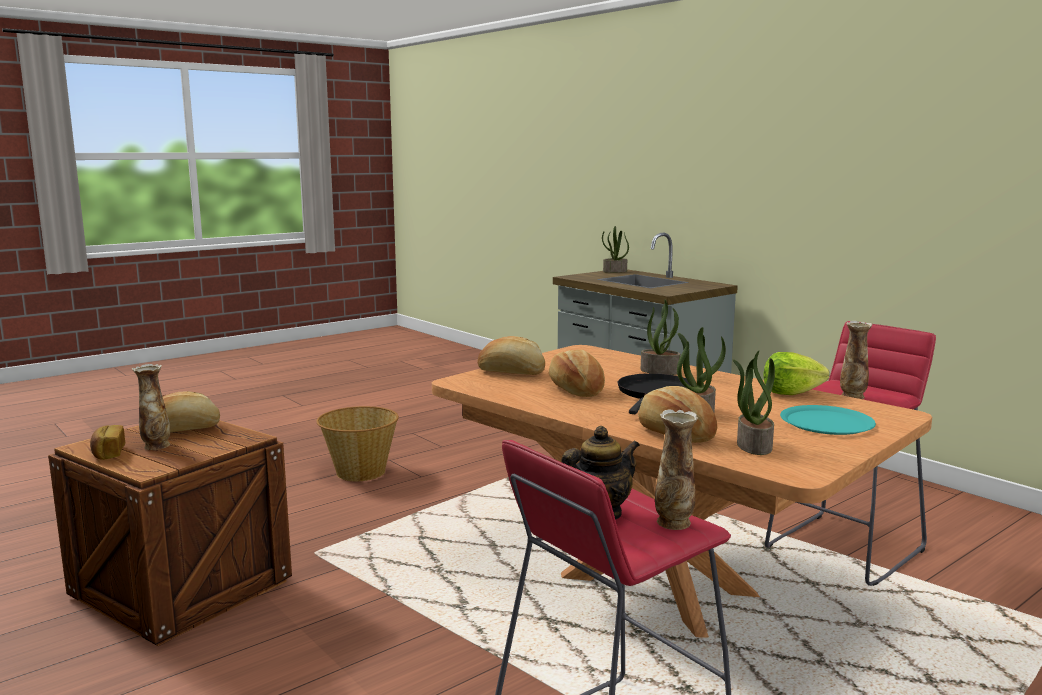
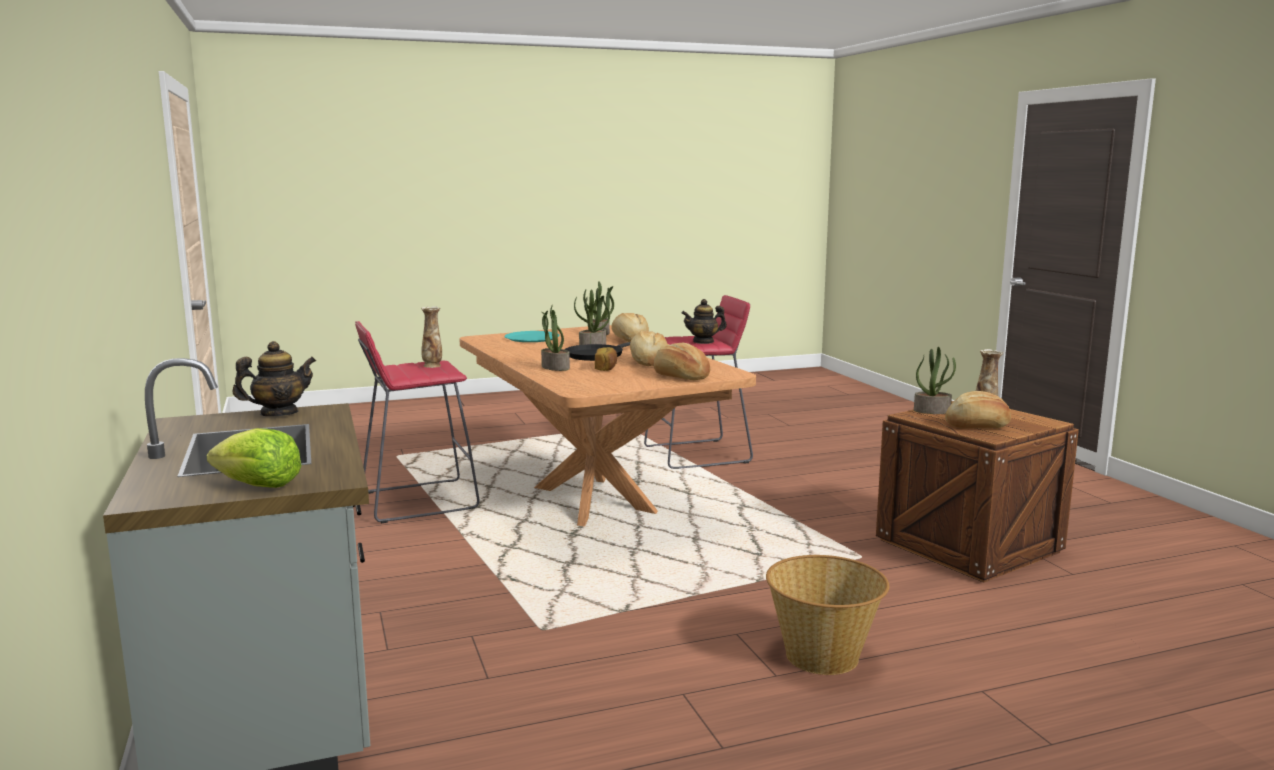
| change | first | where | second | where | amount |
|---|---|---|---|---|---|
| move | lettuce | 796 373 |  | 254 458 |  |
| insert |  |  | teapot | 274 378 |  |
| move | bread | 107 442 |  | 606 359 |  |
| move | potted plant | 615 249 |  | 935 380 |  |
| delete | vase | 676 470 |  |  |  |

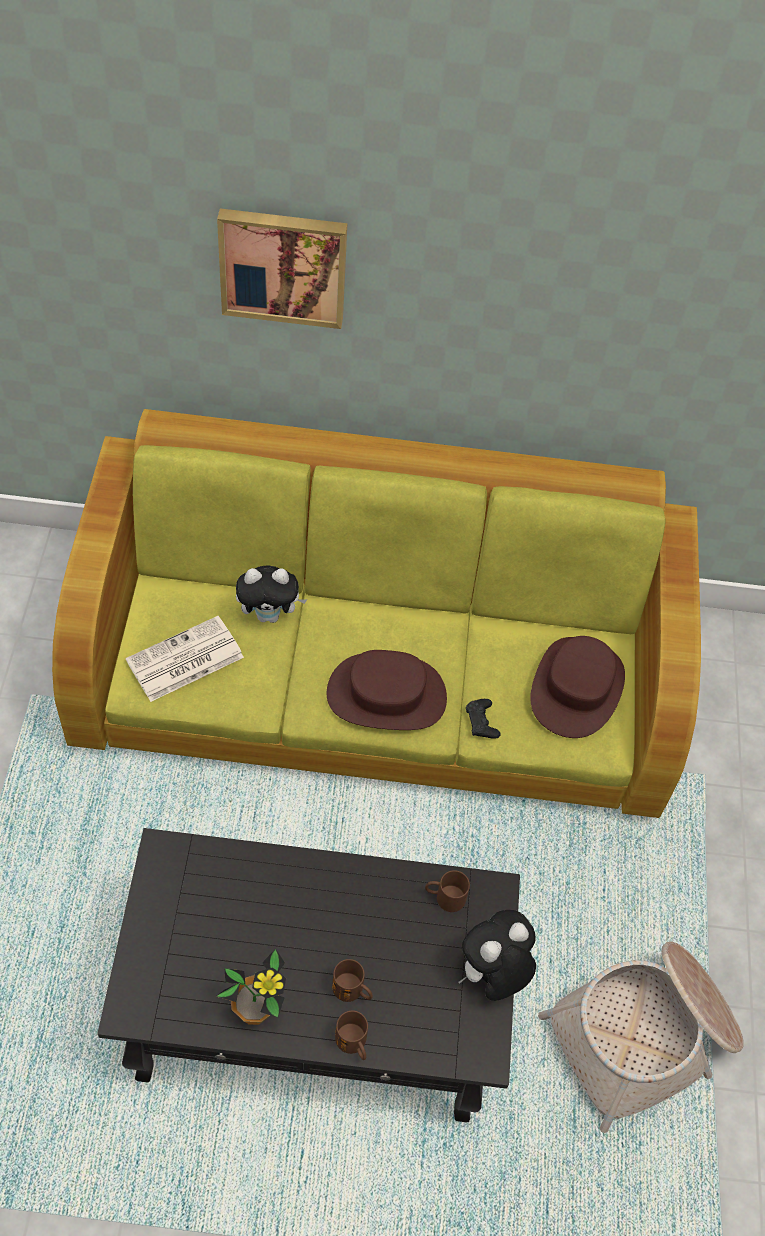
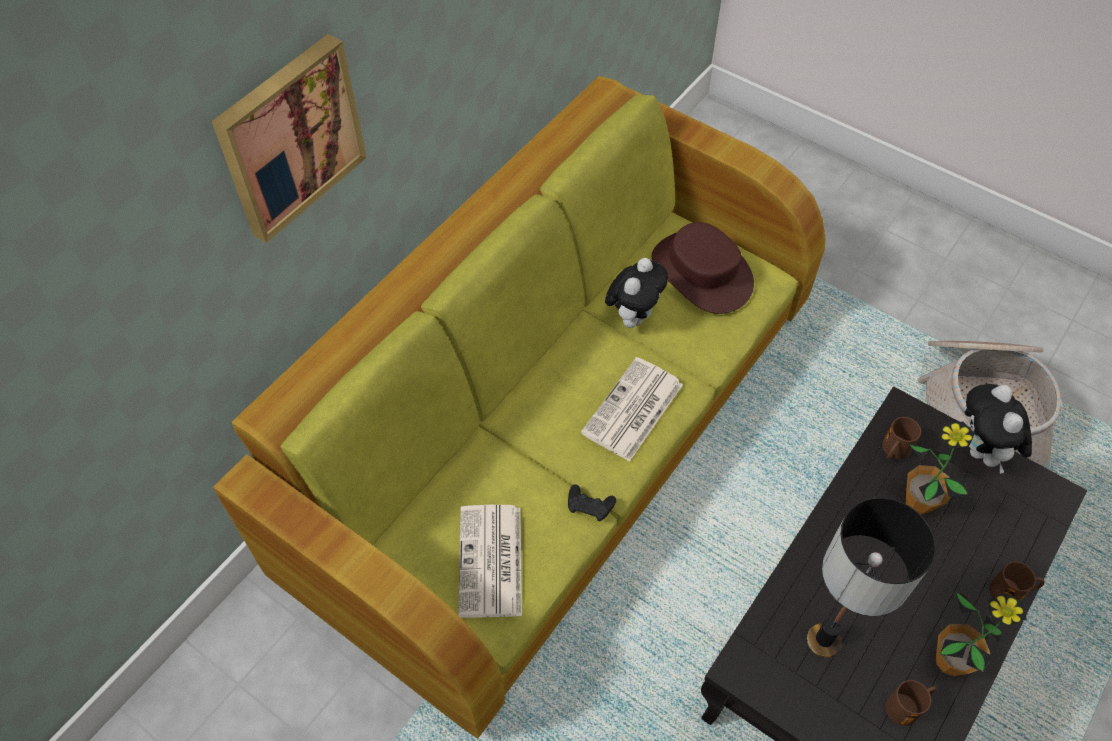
| change | first | where | second | where | amount |
|---|---|---|---|---|---|
| move | black game controller | 483 719 |  | 592 502 |  |
| replace | brown hat | 387 690 | newspaper | 632 409 |  |
| move | plush toy | 271 594 |  | 636 293 |  |
| insert |  |  | table lamp | 871 577 |  |
| move | brown mug | 352 980 |  | 911 703 |  |
| insert |  |  | potted plant | 940 468 |  |

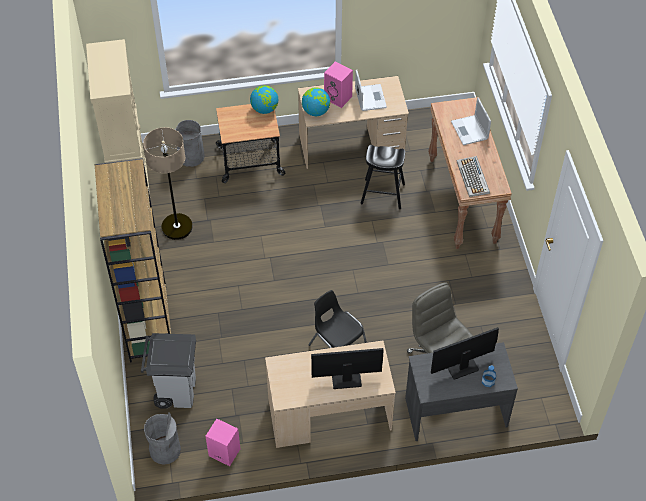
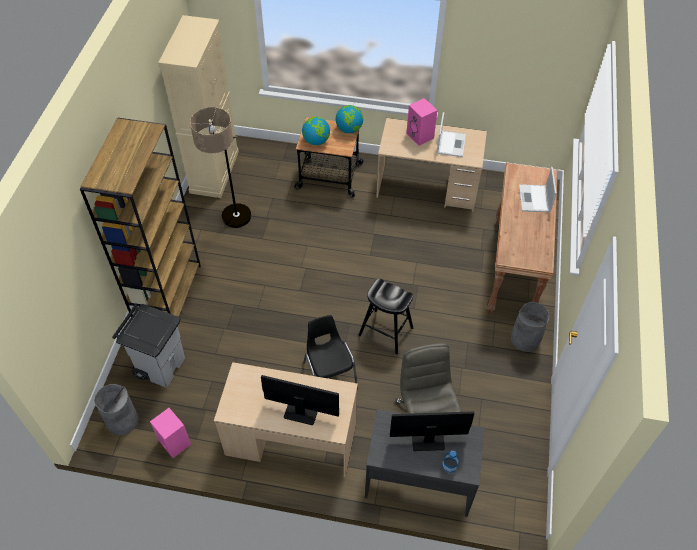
| change | first | where | second | where | amount |
|---|---|---|---|---|---|
| move | globe | 316 101 |  | 316 131 |  |
| move | black stool | 382 177 |  | 385 316 |  |
| move | grey trash can | 190 143 |  | 529 327 |  |
| delete | keyboard | 473 176 |  |  |  |

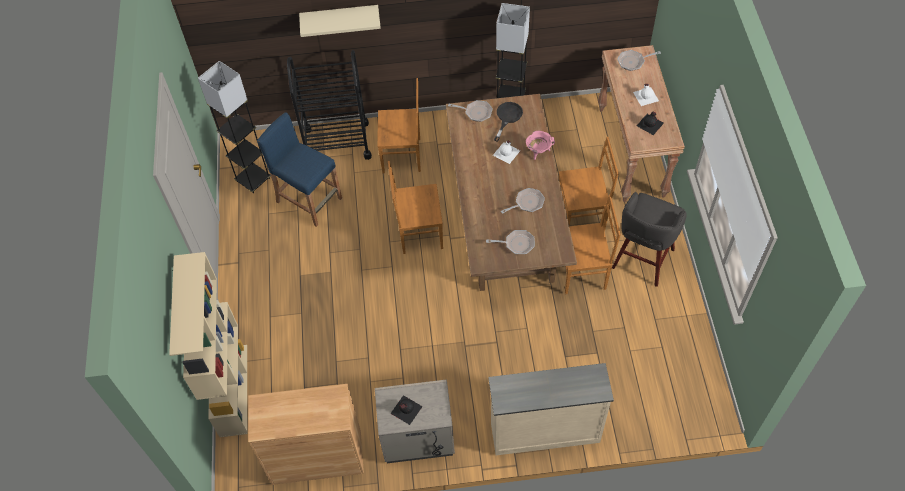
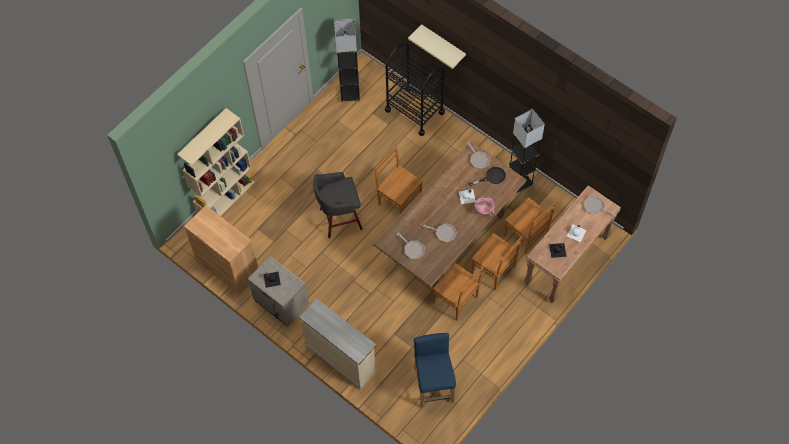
| change | first | where | second | where | amount |
|---|---|---|---|---|---|
| move | grey stool | 649 239 |  | 338 205 |  |
| move | blue stool | 299 169 |  | 435 370 |  |
| move | brown chair | 399 125 |  | 530 226 |  |

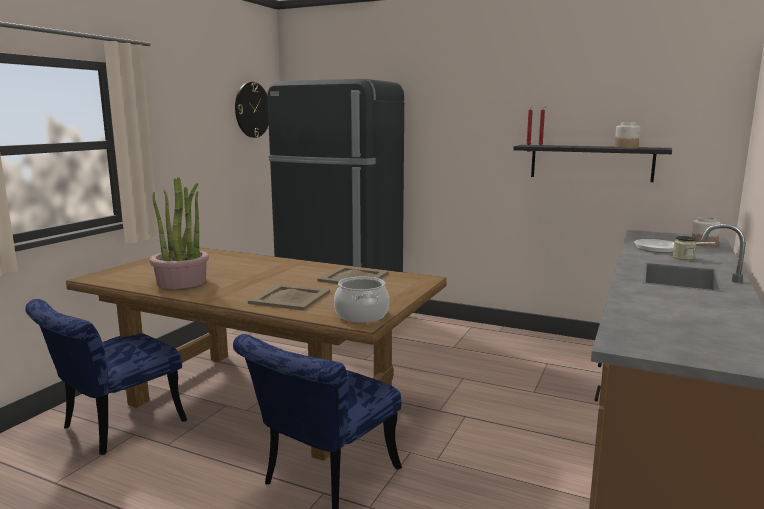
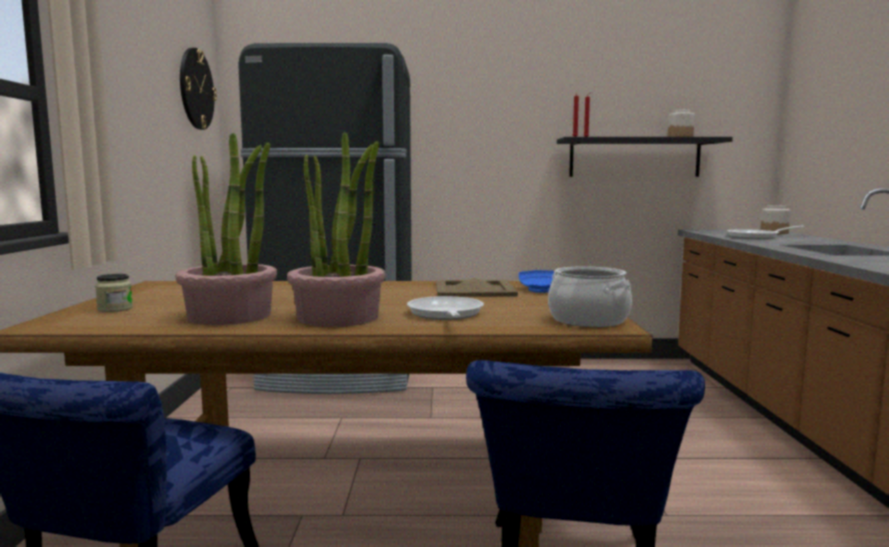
| change | first | where | second | where | amount |
|---|---|---|---|---|---|
| move | jar | 684 248 |  | 114 293 |  |
| insert |  |  | potted plant | 336 229 |  |
| replace | beige tray | 289 297 | frying pan | 445 308 |  |
| insert |  |  | blue plate | 536 281 |  |

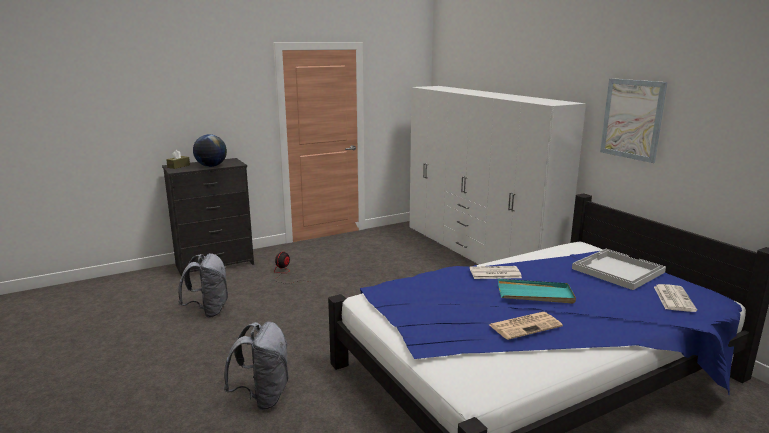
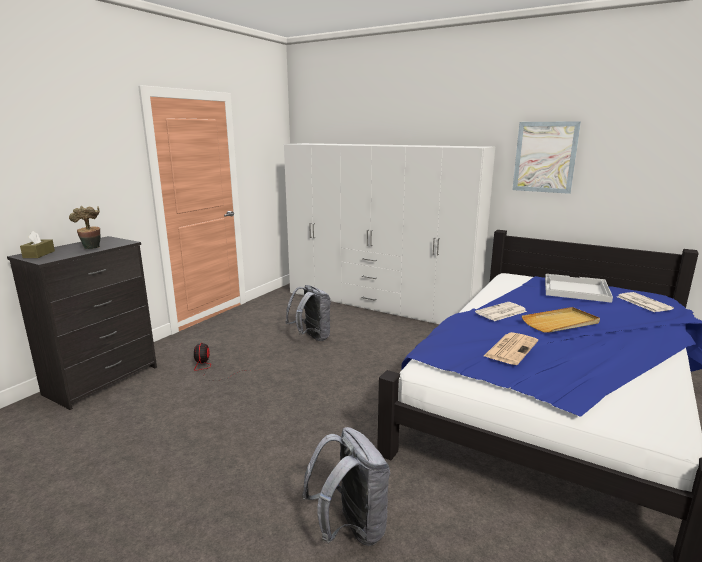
| change | first | where | second | where | amount |
|---|---|---|---|---|---|
| replace | globe | 210 150 | potted plant | 84 227 |  |
| move | grey backpack | 203 285 |  | 308 313 |  |
| move | newspaper | 526 326 |  | 511 348 |  |
| recolor | turquoise tray | 537 291 | beige tray | 561 320 |  |

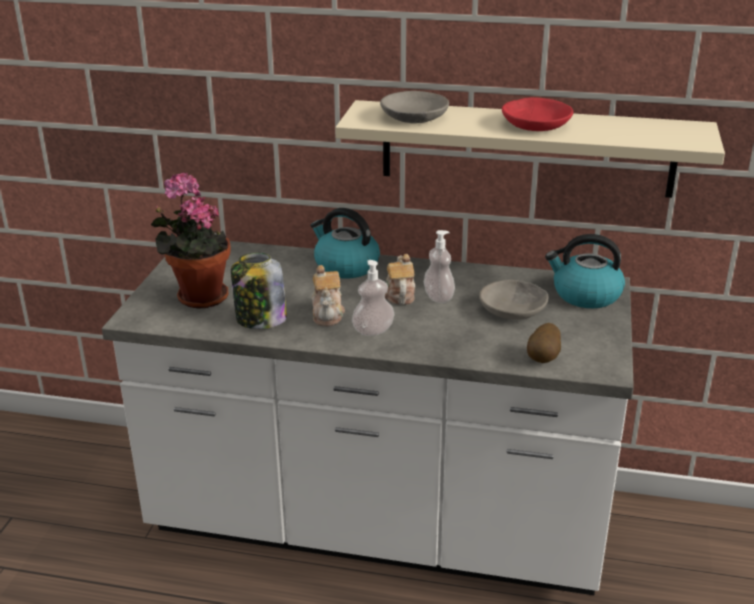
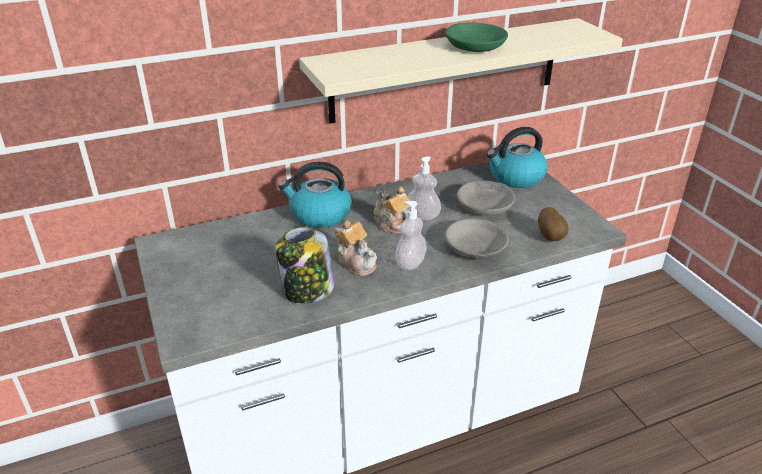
| change | first | where | second | where | amount |
|---|---|---|---|---|---|
| recolor | red bowl | 537 114 | green bowl | 476 37 |  |
| move | grey bowl | 414 107 |  | 477 239 |  |
| delete | potted plant | 190 241 |  |  |  |

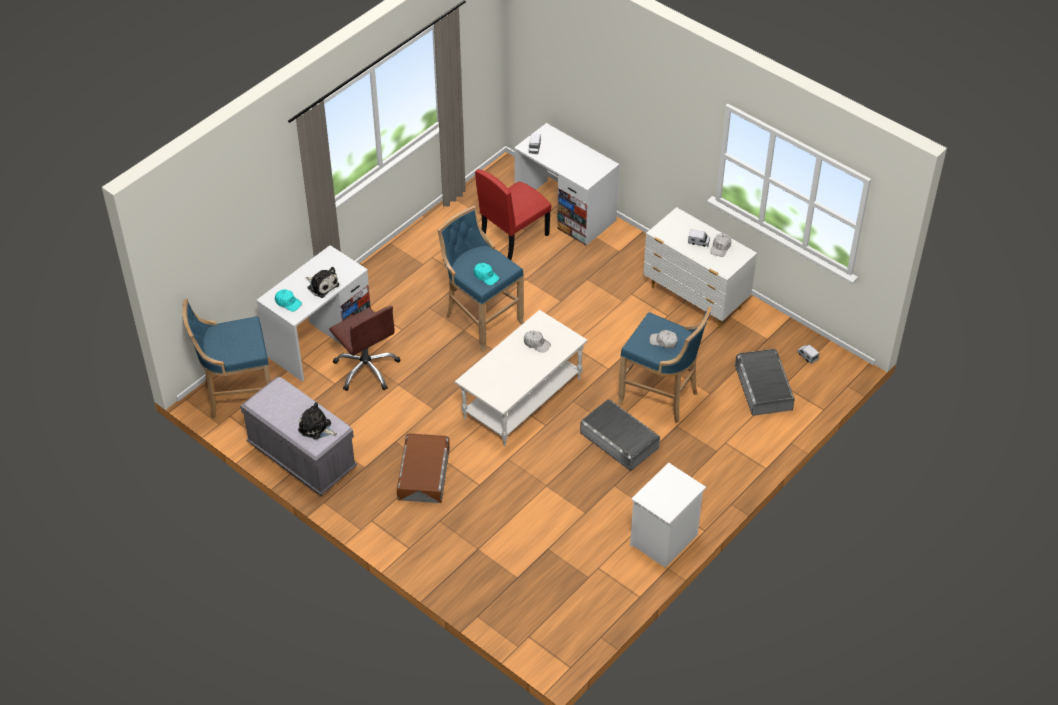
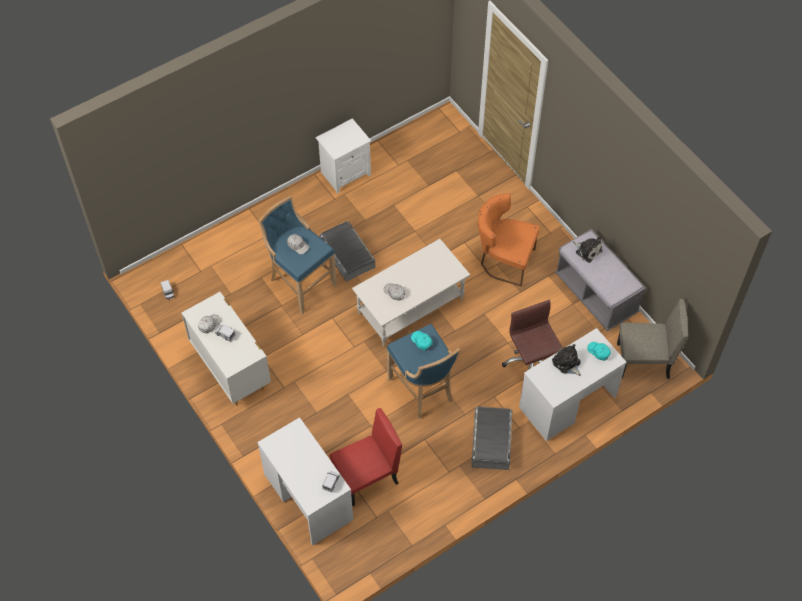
| change | first | where | second | where | amount |
|---|---|---|---|---|---|
| move | grey storage box | 765 382 |  | 491 438 |  |
| replace | brown storage box | 423 468 | orange chair | 509 240 |  |
| replace | blue stool | 227 359 | beige chair | 652 339 |  |

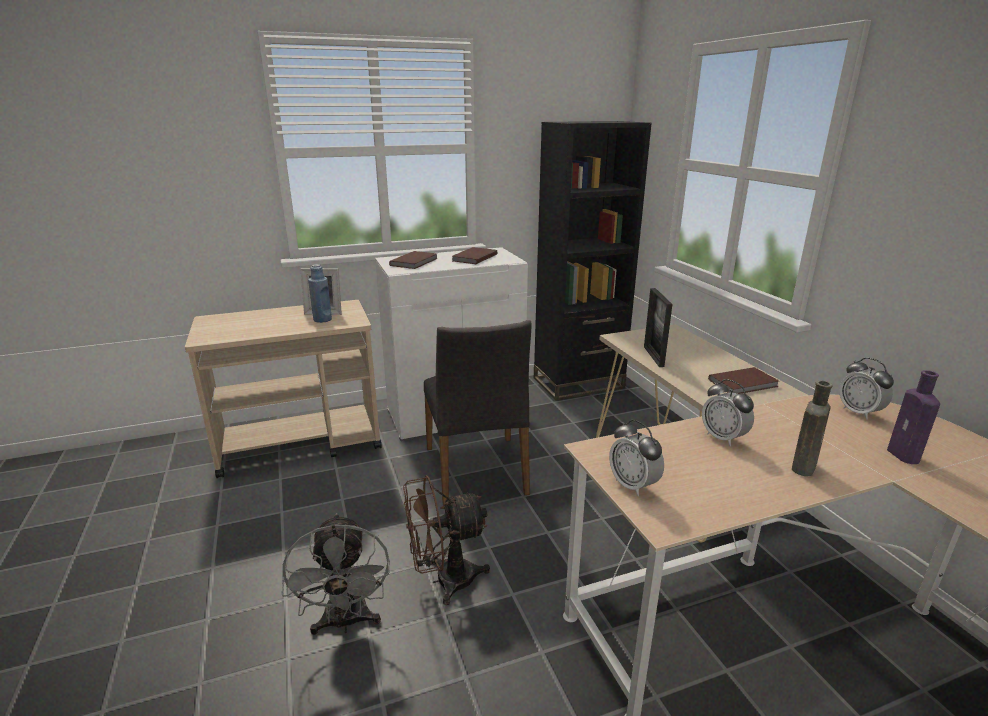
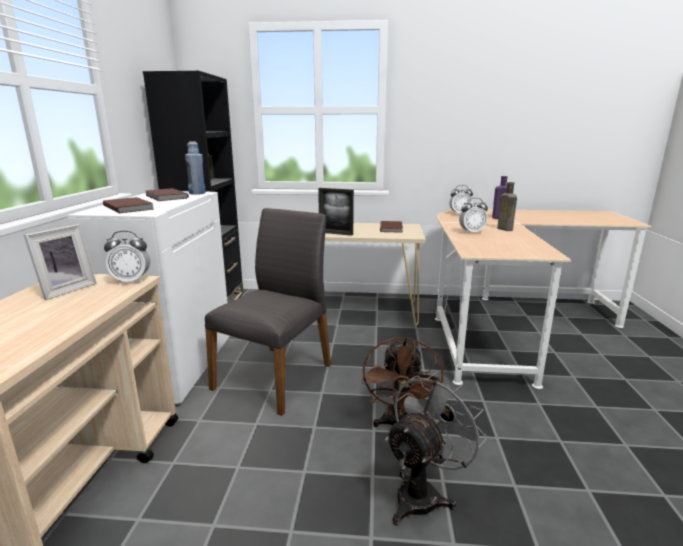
| change | first | where | second | where | amount |
|---|---|---|---|---|---|
| move | alarm clock | 636 458 |  | 127 257 |  |
| move | blue bottle | 320 293 |  | 195 168 |  |
| rotate | grey chair | 478 413 |  | 268 312 | 75 degrees counterclockwise |
| rotate | grey fan | 335 574 |  | 436 448 | 60 degrees counterclockwise |

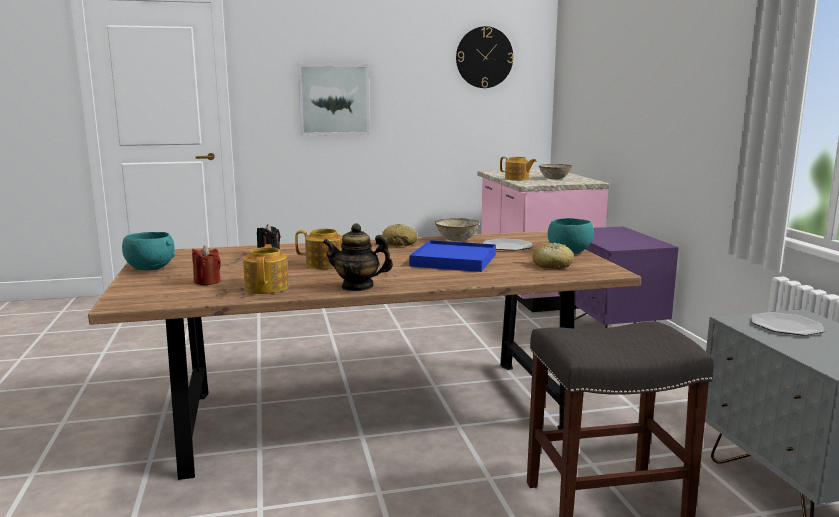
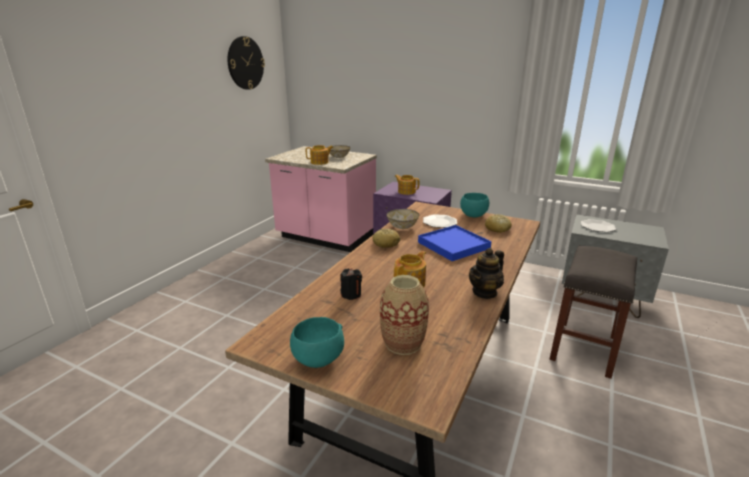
| change | first | where | second | where | amount |
|---|---|---|---|---|---|
| replace | red candle | 206 265 | vase | 404 315 |  |
| move | teapot | 265 269 |  | 407 185 |  |
| delete | picture | 334 99 |  |  |  |

